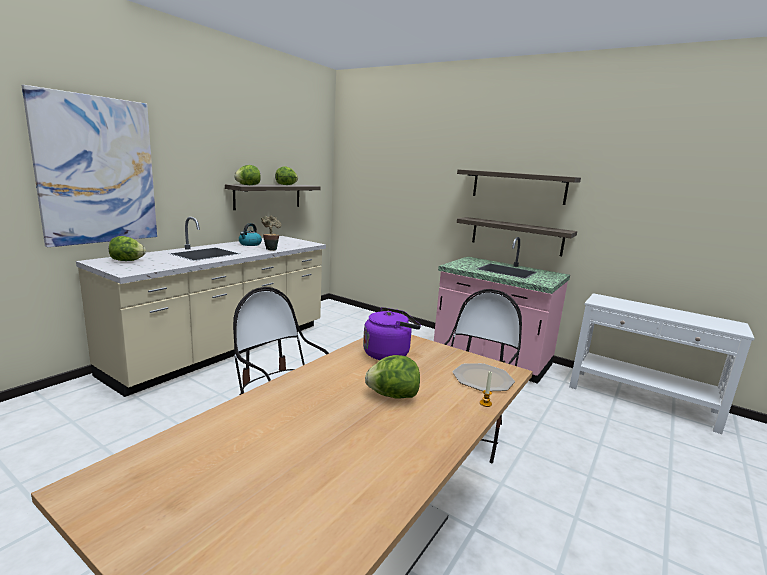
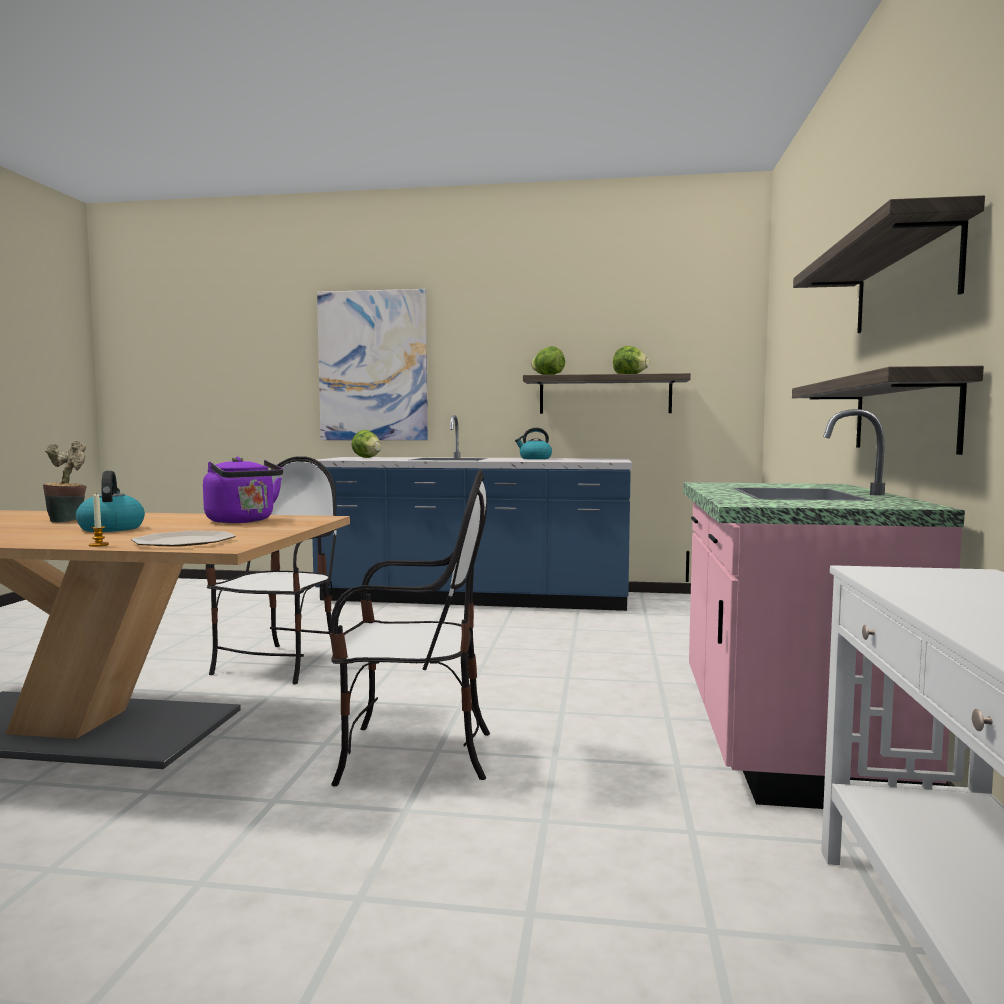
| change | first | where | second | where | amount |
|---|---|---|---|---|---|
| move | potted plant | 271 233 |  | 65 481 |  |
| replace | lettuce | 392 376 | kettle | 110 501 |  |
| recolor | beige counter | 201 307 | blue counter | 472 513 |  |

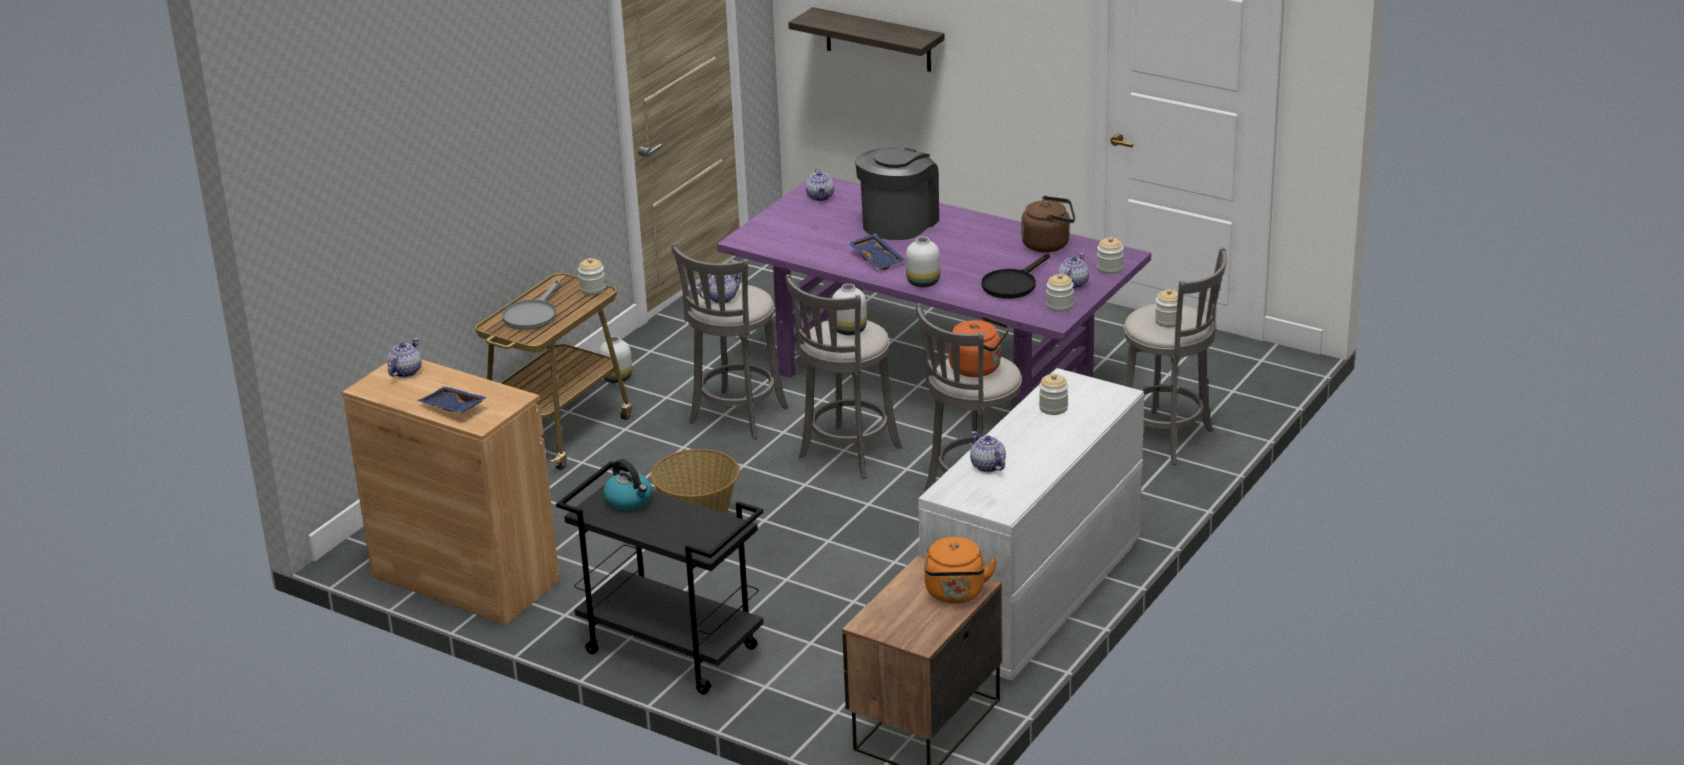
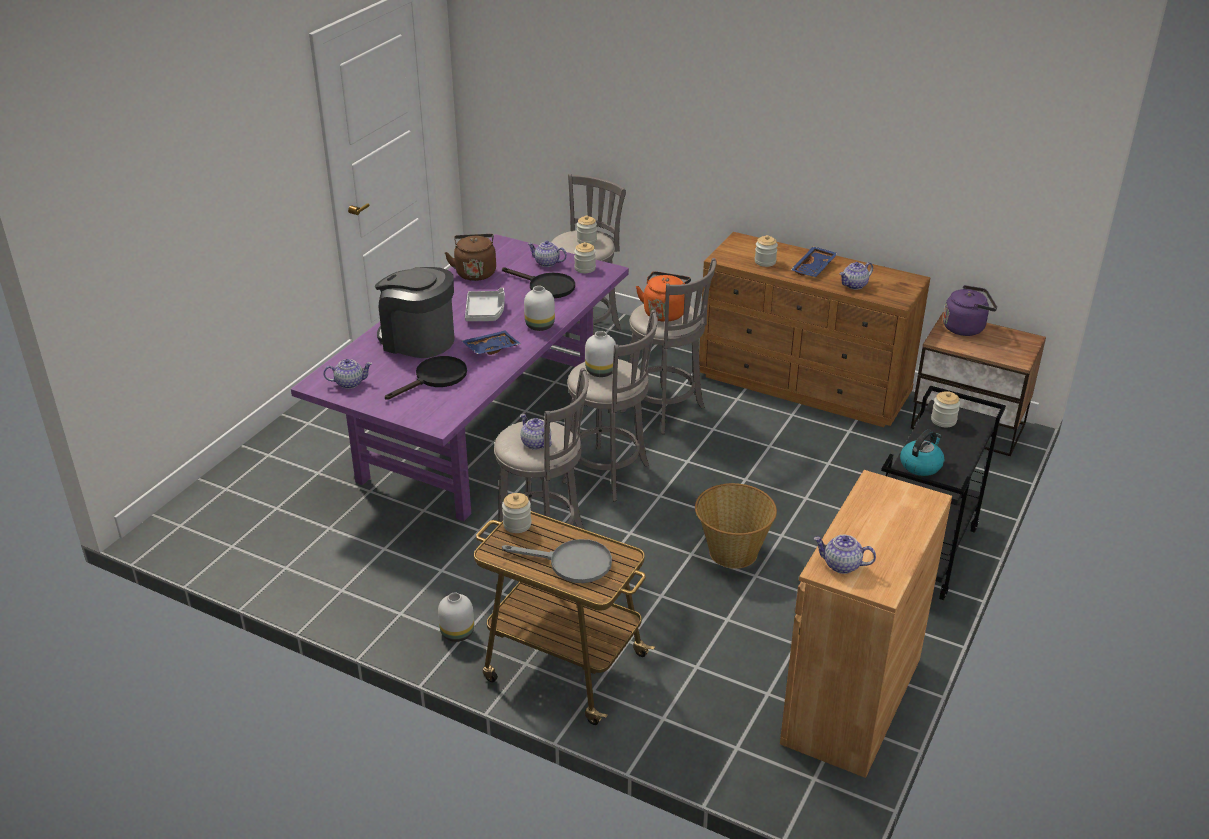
| change | first | where | second | where | amount |
|---|---|---|---|---|---|
| insert |  |  | black frying pan | 426 378 |  |
| insert |  |  | grey tray | 485 304 |  |
| recolor | white dresser | 1031 524 | brown dresser | 815 329 |  |
| move | blue tray | 452 399 |  | 814 261 |  |
| move | jar | 1110 255 |  | 945 409 |  |
| recolor | orange kettle | 961 570 | purple kettle | 970 310 |  |
| delete | shelf | 866 39 |  |  |  |

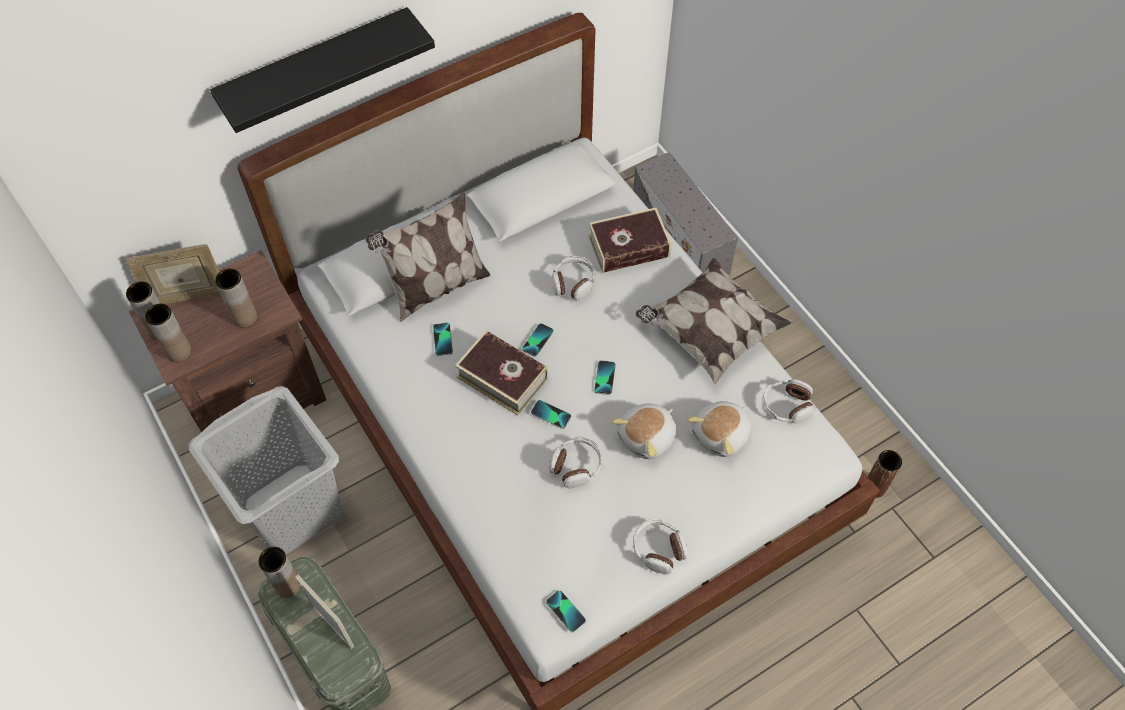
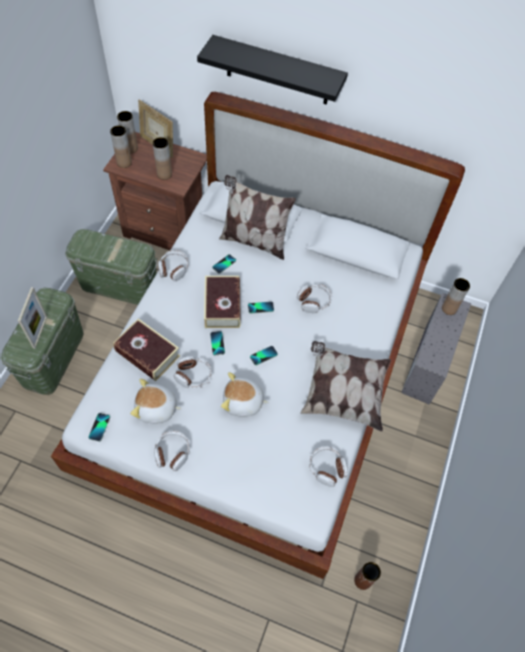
| change | first | where | second | where | amount |
|---|---|---|---|---|---|
| replace | grey laundry basket | 265 470 | green storage box | 111 267 |  |
| move | book | 630 240 |  | 146 350 |  |
| move | plush toy | 719 429 |  | 156 401 |  |
| insert |  |  | headphones | 173 265 |  |
| move | brown vase | 279 572 |  | 456 296 |  |

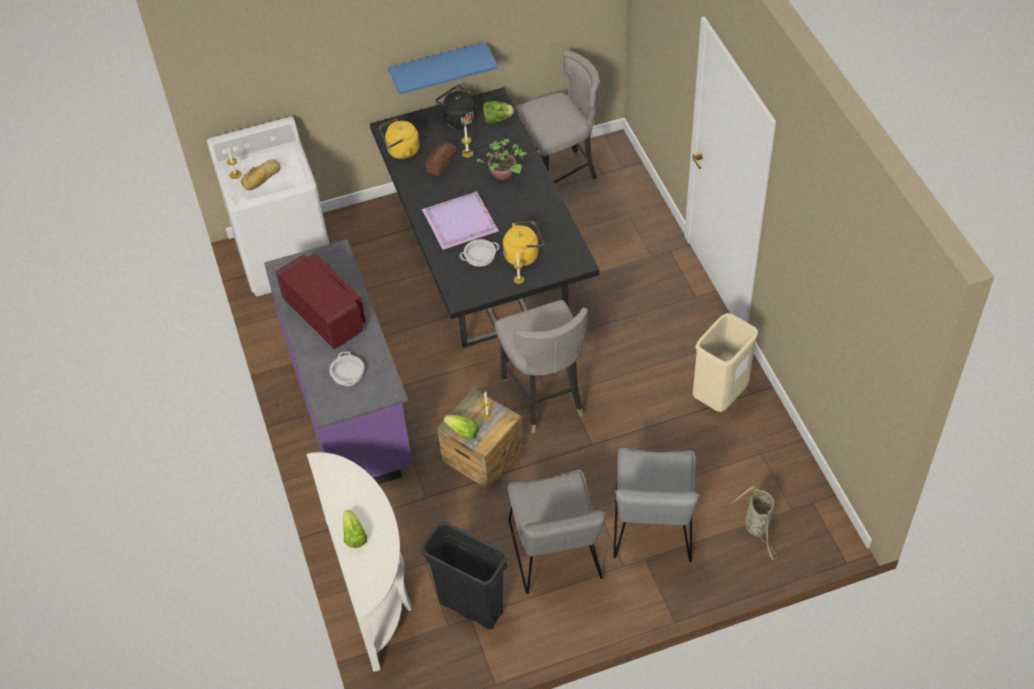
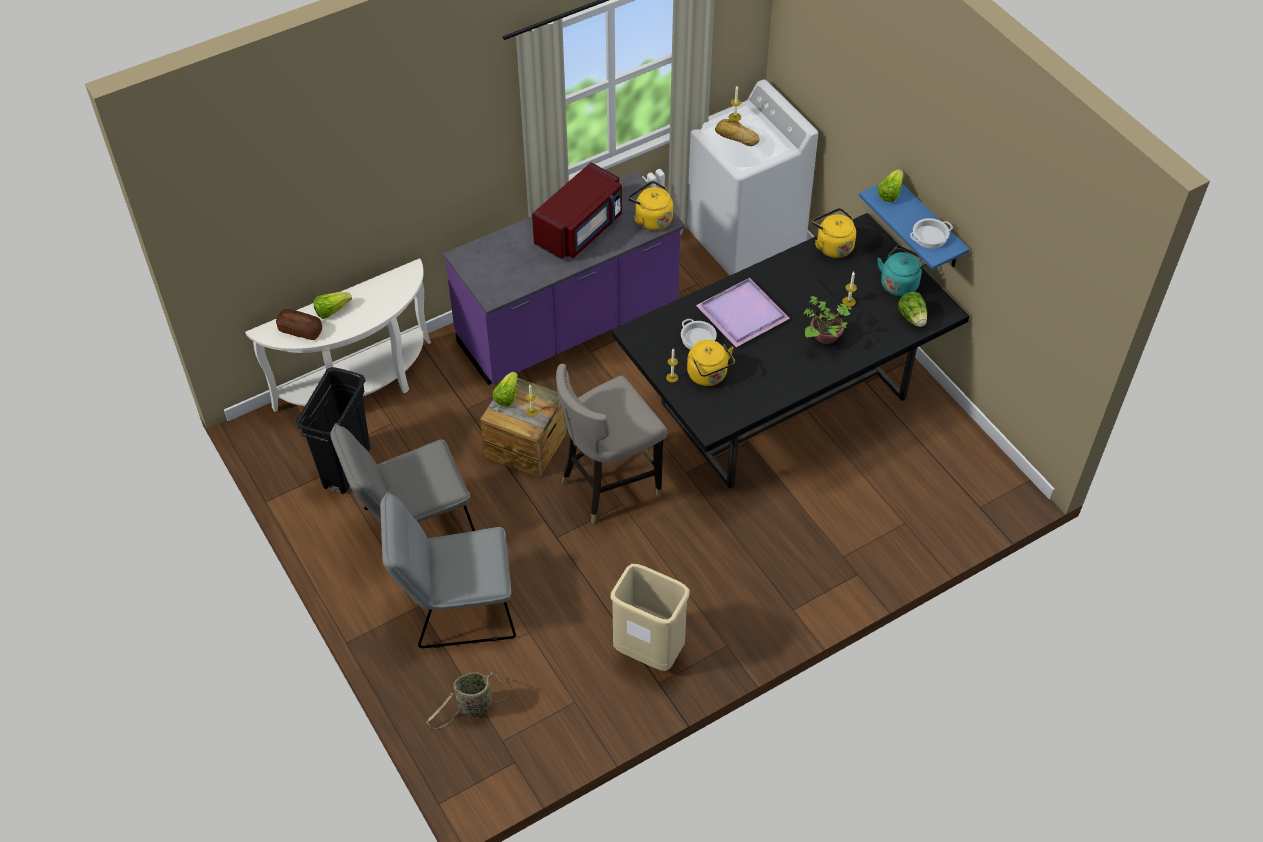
| change | first | where | second | where | amount |
|---|---|---|---|---|---|
| move | bread | 441 159 |  | 299 324 |  |
| insert |  |  | yellow kettle | 650 206 |  |
| insert |  |  | lettuce | 890 185 |  |
| recolor | black kettle | 456 107 | turquoise kettle | 902 271 |  |
| move | cooking pot | 347 368 |  | 931 233 |  |
| delete | grey stool | 557 118 |  |  |  |

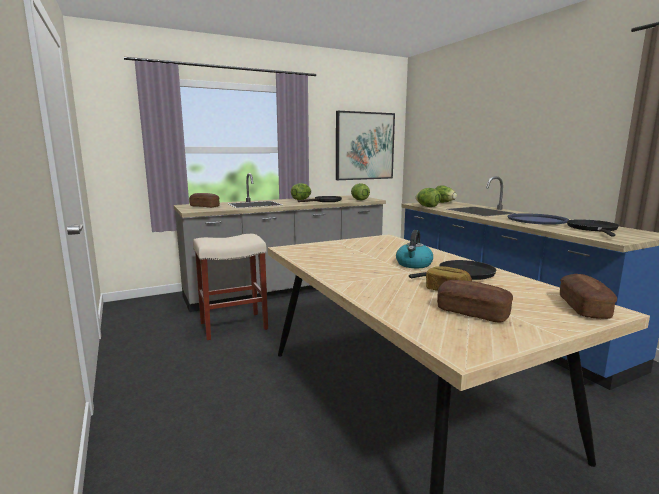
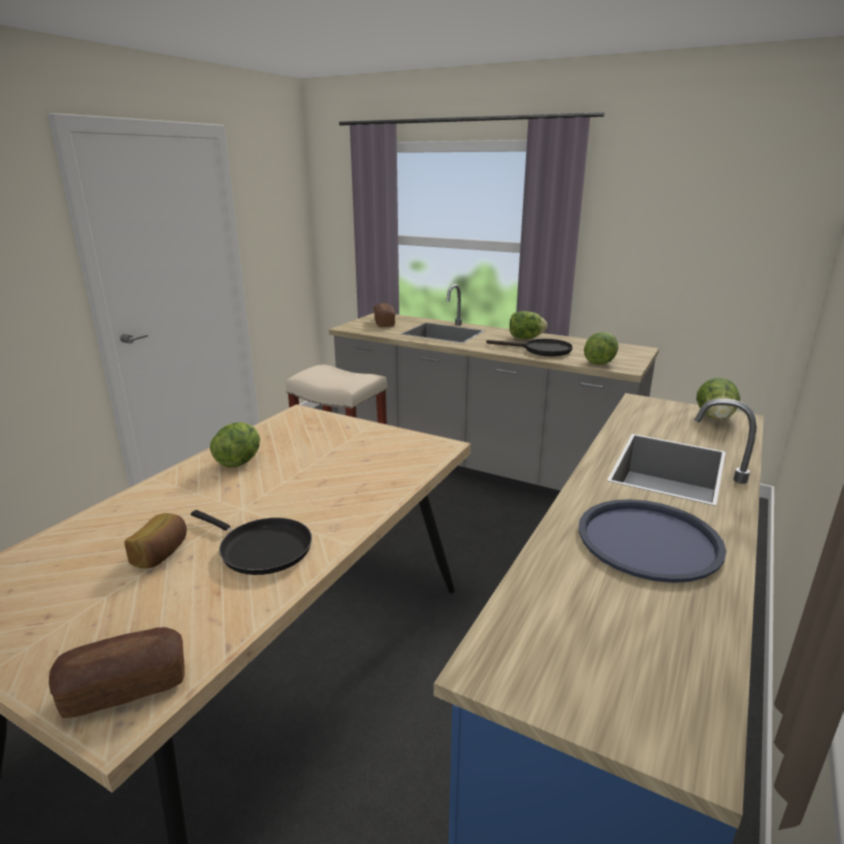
| change | first | where | second | where | amount |
|---|---|---|---|---|---|
| move | lettuce | 428 197 |  | 235 445 |  |
| delete | picture | 365 145 |  |  |  |
| delete | kettle | 414 249 |  |  |  |
| delete | bread | 475 301 |  |  |  |
| delete | black frying pan | 593 227 |  |  |  |

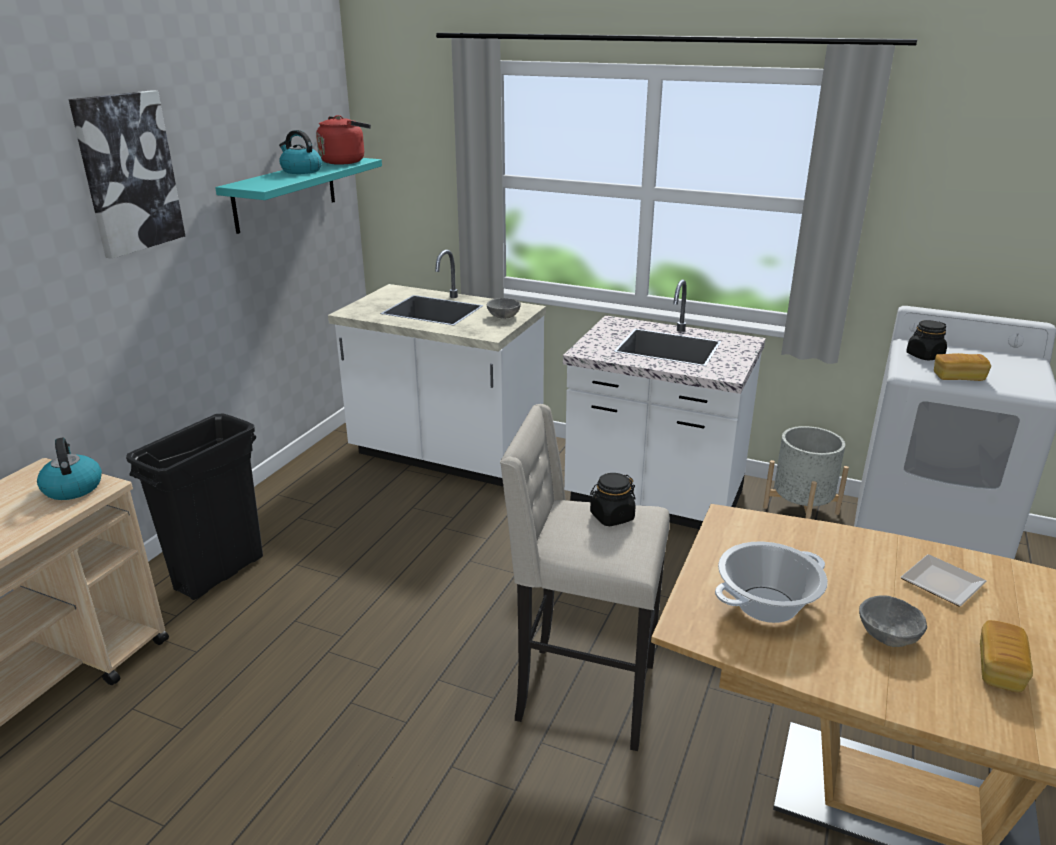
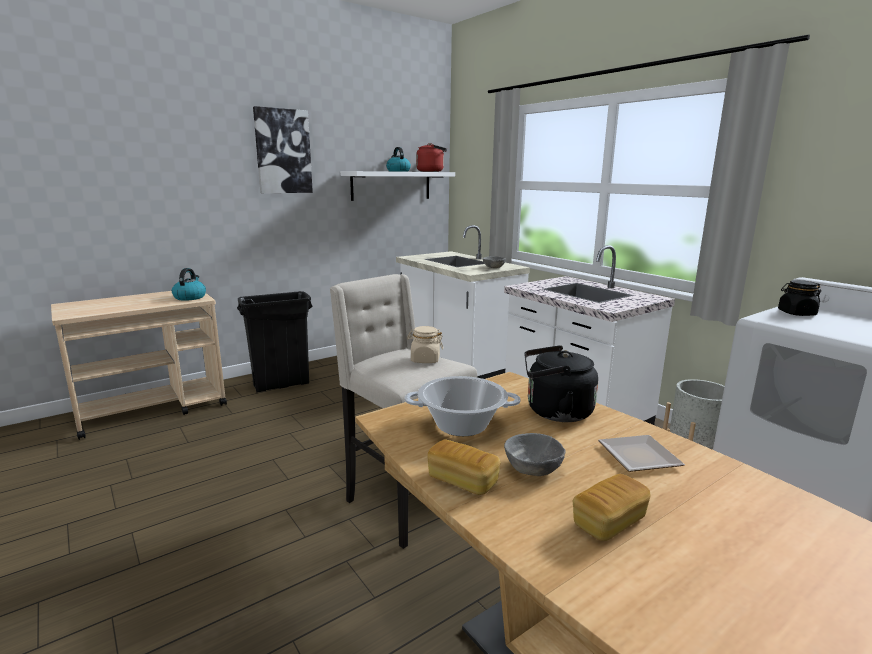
| change | first | where | second | where | amount |
|---|---|---|---|---|---|
| recolor | turquoise shelf | 298 196 | white shelf | 397 186 |  |
| recolor | black jar | 613 499 | beige jar | 425 344 |  |
| move | bread | 962 367 |  | 463 467 |  |
| insert |  |  | black kettle | 561 383 |  |

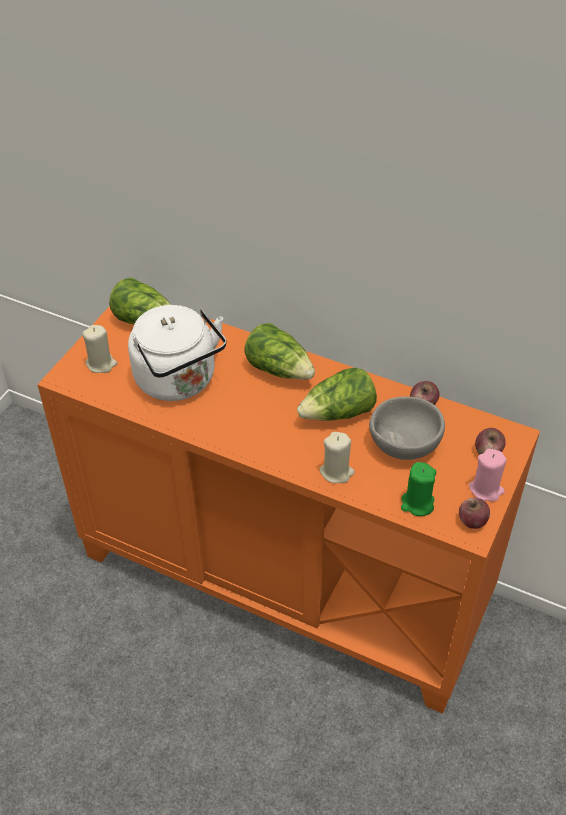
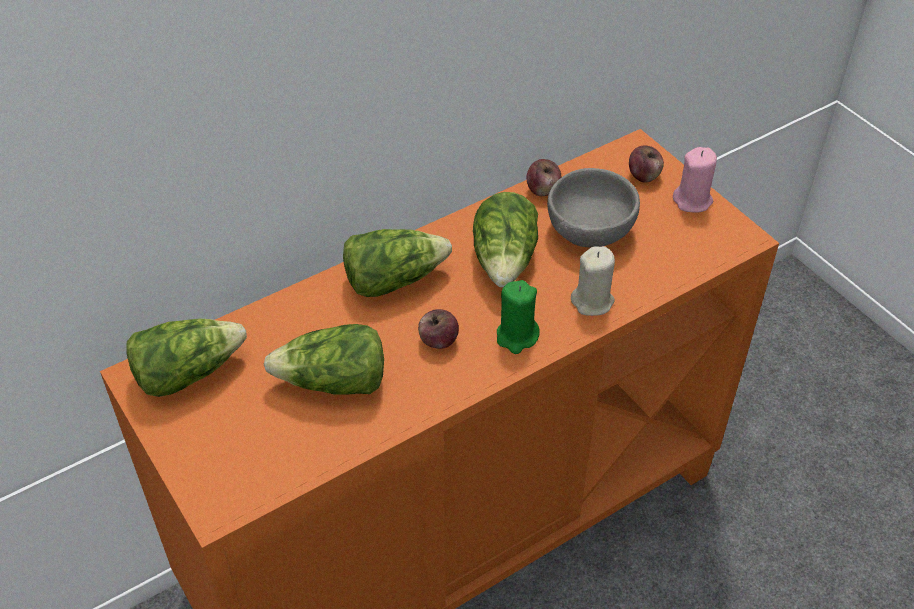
| change | first | where | second | where | amount |
|---|---|---|---|---|---|
| replace | white kettle | 177 353 | lettuce | 324 359 |  |
| move | apple | 474 513 |  | 438 329 |  |
| move | green candle | 418 489 |  | 518 317 |  |
| delete | beige candle | 99 349 |  |  |  |

